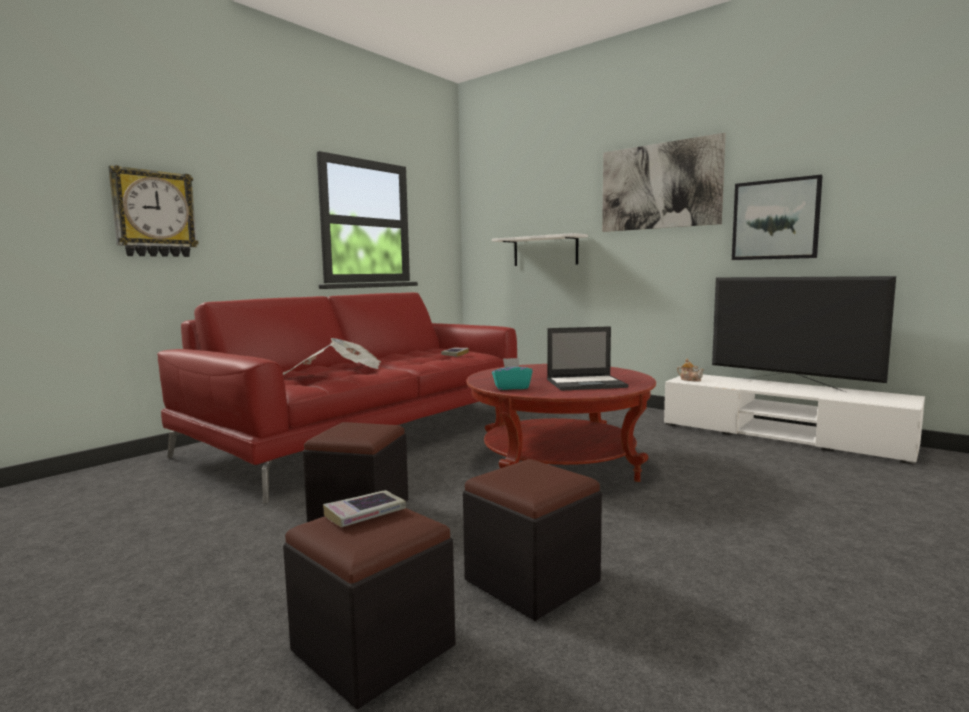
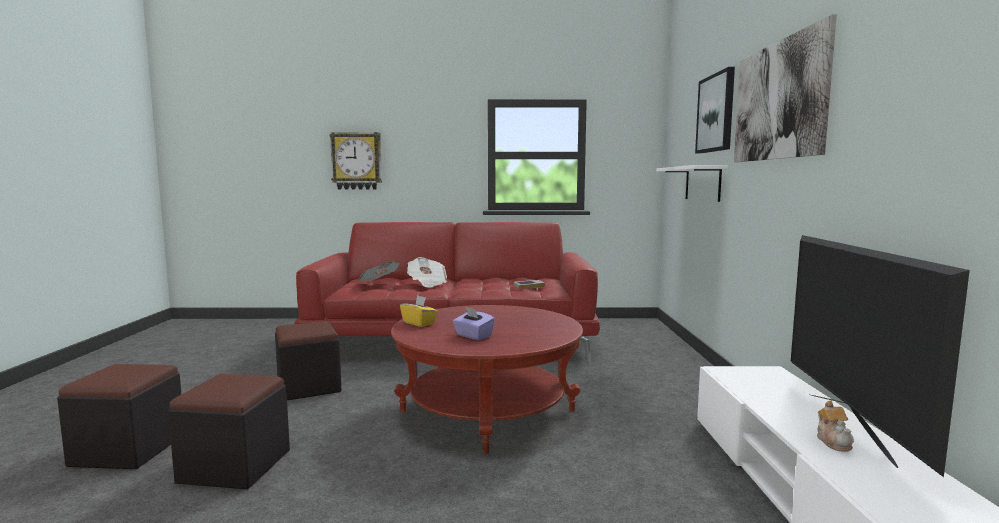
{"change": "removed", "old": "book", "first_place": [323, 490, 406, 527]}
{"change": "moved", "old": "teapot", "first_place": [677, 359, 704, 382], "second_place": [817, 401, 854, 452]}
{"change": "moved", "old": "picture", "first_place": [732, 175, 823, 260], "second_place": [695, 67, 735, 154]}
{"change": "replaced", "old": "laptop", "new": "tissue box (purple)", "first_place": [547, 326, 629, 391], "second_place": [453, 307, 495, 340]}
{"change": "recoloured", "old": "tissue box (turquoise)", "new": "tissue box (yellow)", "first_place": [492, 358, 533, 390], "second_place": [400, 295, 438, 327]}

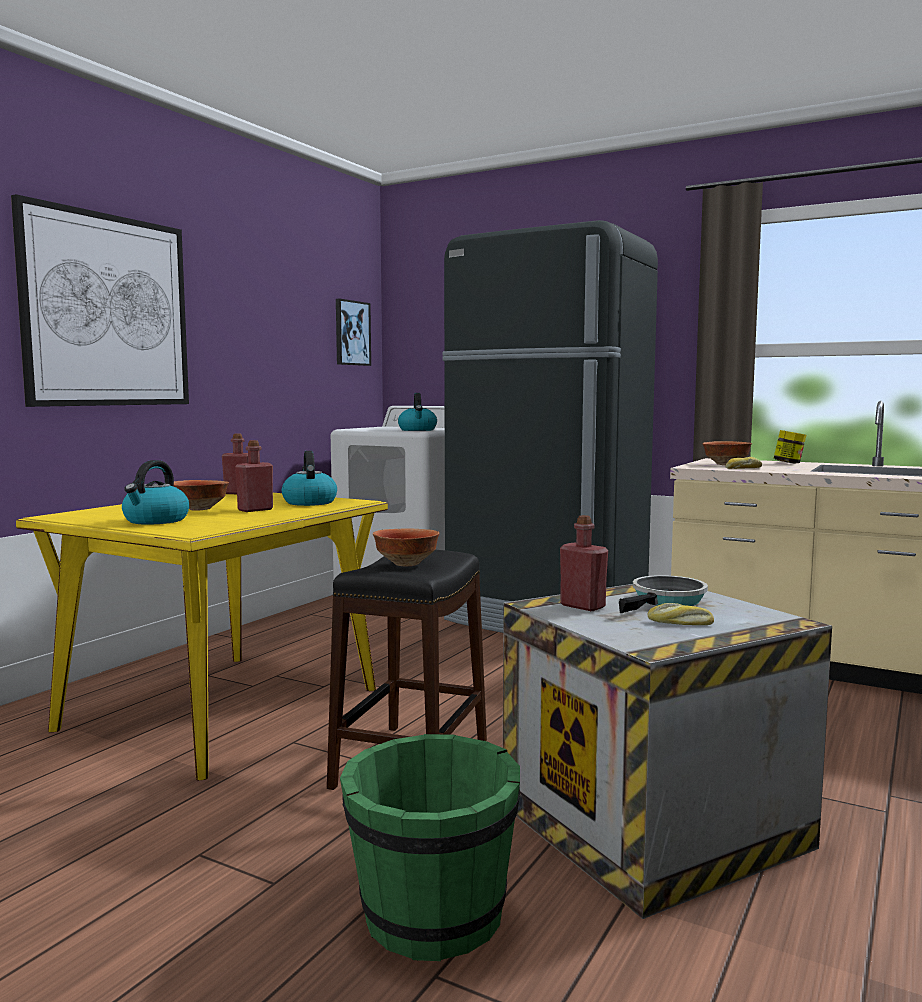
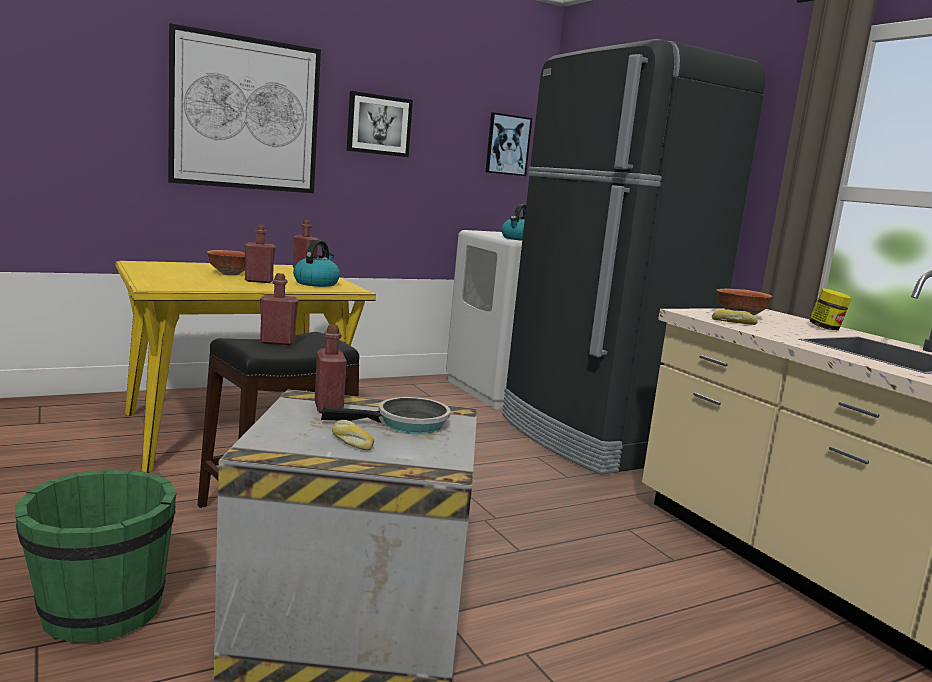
{"change": "removed", "old": "kettle", "first_place": [122, 460, 189, 525]}
{"change": "added", "new": "picture", "second_place": [347, 91, 413, 157]}
{"change": "replaced", "old": "bowl", "new": "bottle (red)", "first_place": [373, 528, 440, 566], "second_place": [260, 273, 299, 345]}

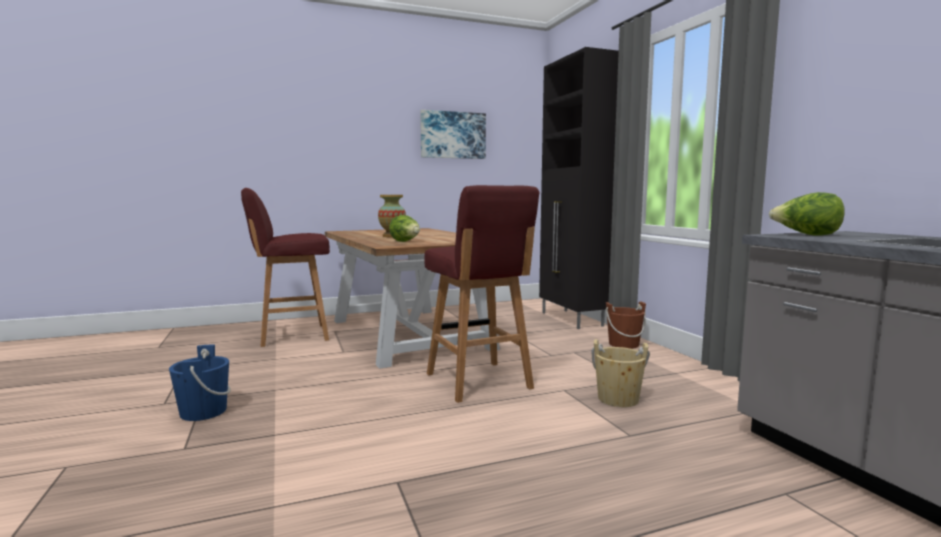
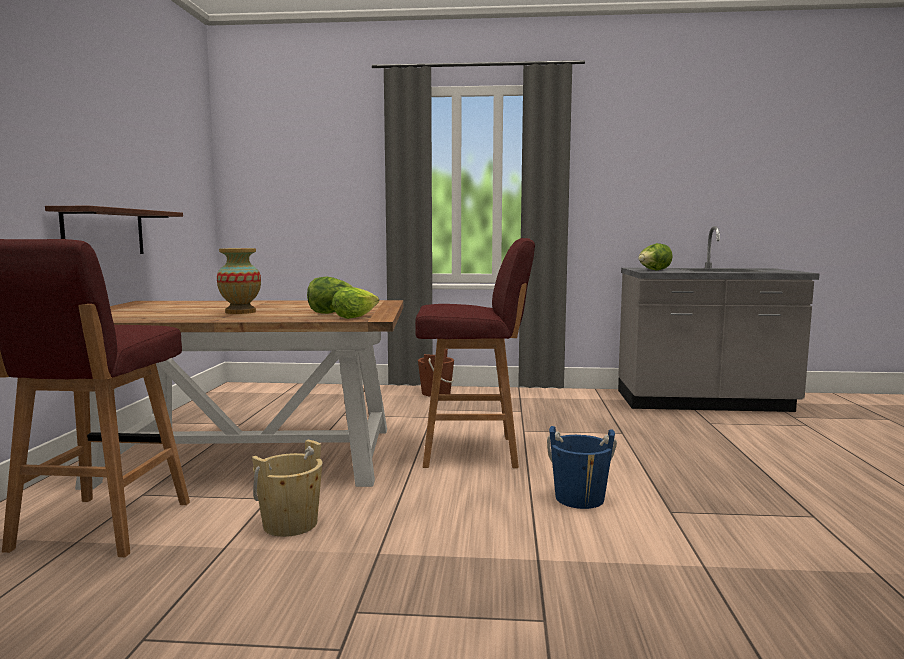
{"change": "removed", "old": "picture", "first_place": [420, 110, 486, 159]}
{"change": "removed", "old": "cabinet (black)", "first_place": [539, 47, 619, 329]}
{"change": "added", "new": "shelf", "second_place": [45, 206, 183, 254]}
{"change": "added", "new": "lettuce", "second_place": [332, 287, 379, 319]}
{"change": "moved", "old": "bucket (blue)", "first_place": [169, 345, 231, 421], "second_place": [547, 426, 617, 509]}
{"change": "moved", "old": "bucket (beige)", "first_place": [592, 339, 650, 407], "second_place": [252, 440, 322, 537]}

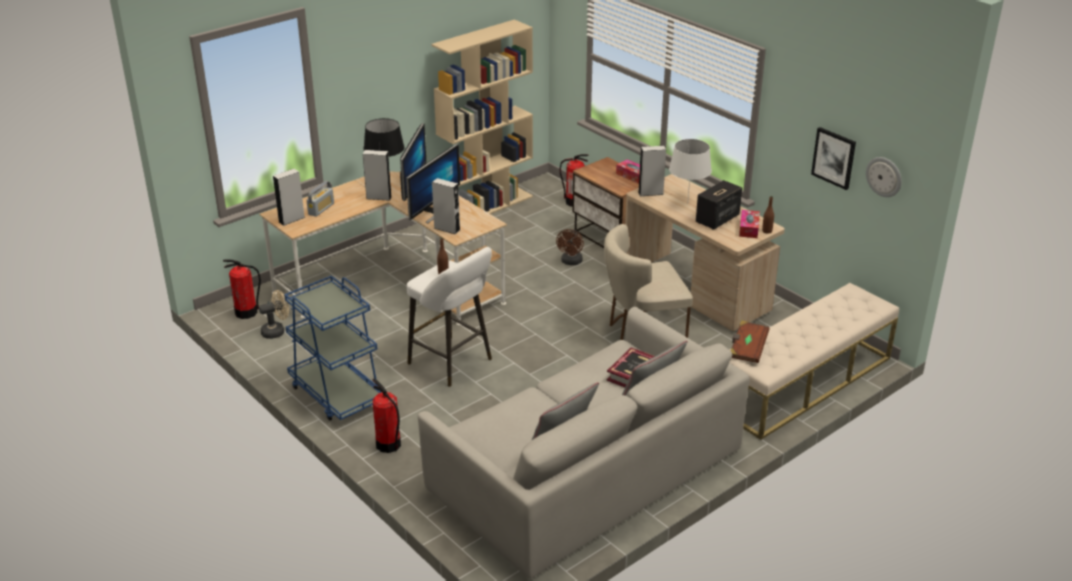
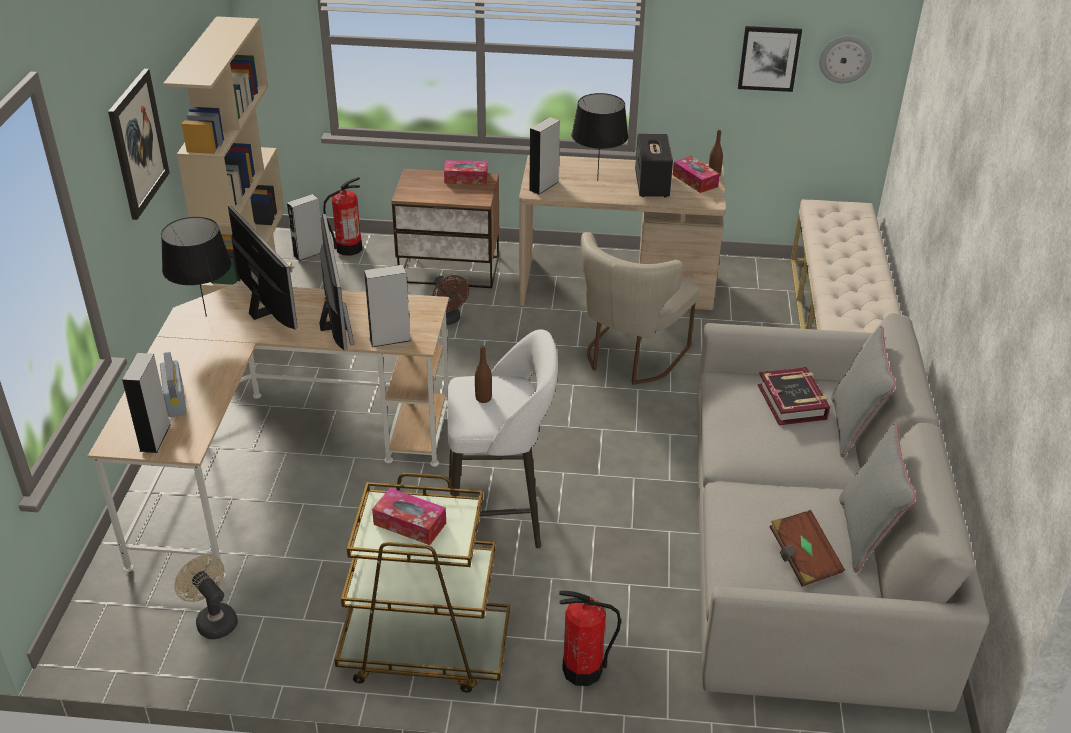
{"change": "removed", "old": "fire extinguisher", "first_place": [223, 259, 261, 319]}
{"change": "added", "new": "picture", "second_place": [108, 69, 170, 220]}
{"change": "added", "new": "tissue box", "second_place": [372, 488, 446, 545]}
{"change": "moved", "old": "speaker (grey)", "first_place": [363, 150, 392, 201], "second_place": [287, 194, 323, 261]}
{"change": "moved", "old": "book (brown)", "first_place": [731, 320, 770, 363], "second_place": [769, 510, 845, 587]}
{"change": "recoloured", "old": "cart (blue)", "new": "cart (brown)", "first_place": [284, 276, 381, 421], "second_place": [334, 473, 510, 693]}
{"change": "recoloured", "old": "table lamp (white)", "new": "table lamp (black)", "first_place": [669, 139, 712, 204], "second_place": [572, 93, 628, 181]}
{"change": "turned", "old": "fan (beige)", "first_place": [259, 290, 289, 339], "second_place": [174, 555, 238, 639], "degrees": -60}

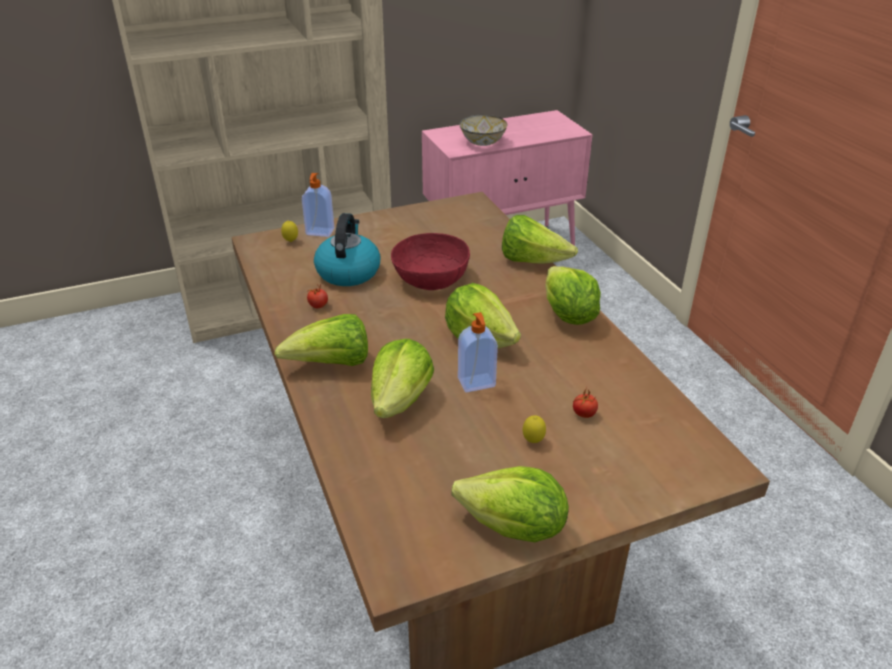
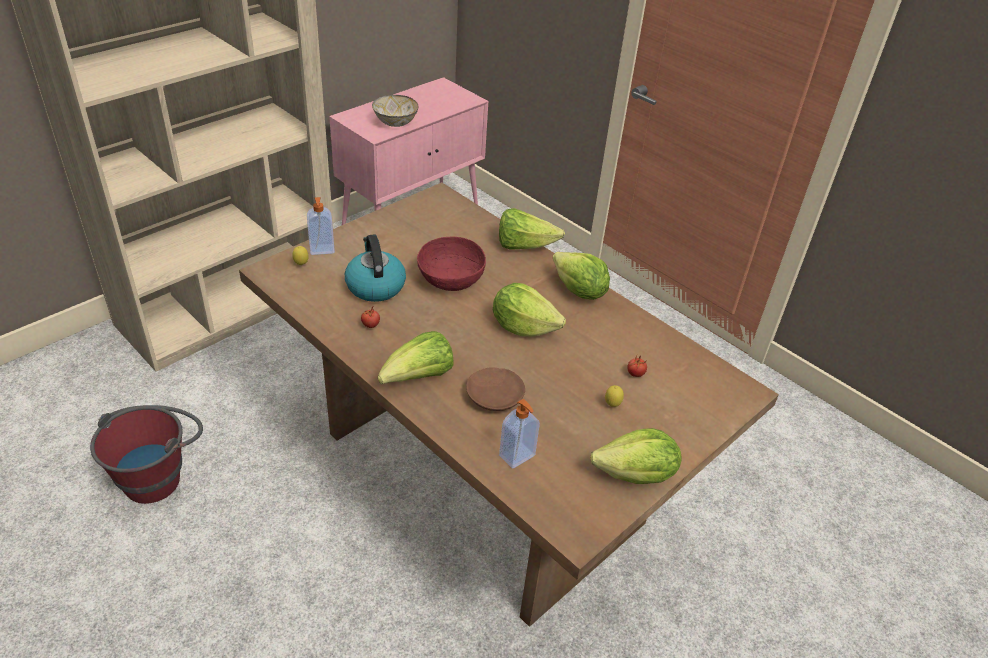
{"change": "added", "new": "bucket (red)", "second_place": [90, 405, 203, 504]}
{"change": "moved", "old": "soap dispenser", "first_place": [458, 312, 498, 392], "second_place": [499, 399, 540, 469]}
{"change": "replaced", "old": "lettuce", "new": "plate (brown)", "first_place": [371, 339, 434, 418], "second_place": [466, 367, 525, 411]}

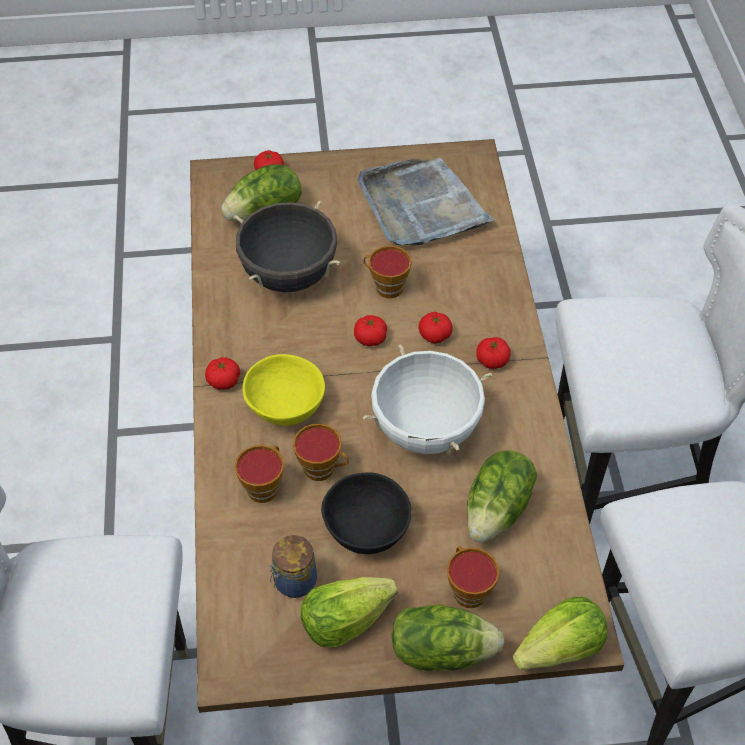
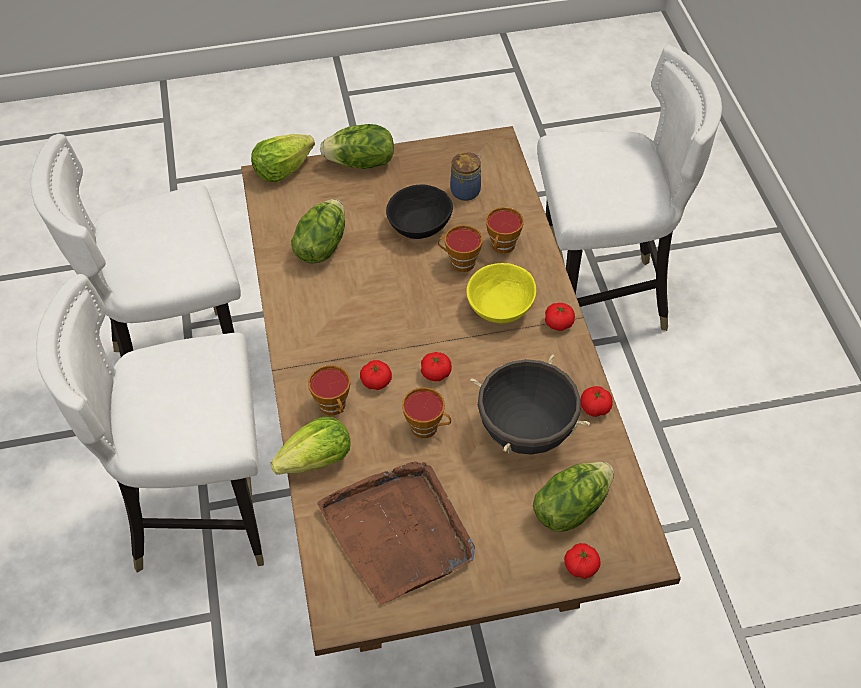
{"change": "removed", "old": "cooking pot (white)", "first_place": [363, 345, 492, 454]}
{"change": "moved", "old": "lettuce", "first_place": [301, 577, 398, 647], "second_place": [271, 417, 351, 475]}
{"change": "moved", "old": "cup", "first_place": [447, 546, 499, 608], "second_place": [308, 365, 350, 416]}
{"change": "moved", "old": "tomato", "first_place": [476, 337, 510, 369], "second_place": [581, 386, 613, 417]}
{"change": "recoloured", "old": "tray (grey)", "new": "tray (brown)", "first_place": [358, 158, 495, 246], "second_place": [317, 461, 475, 605]}

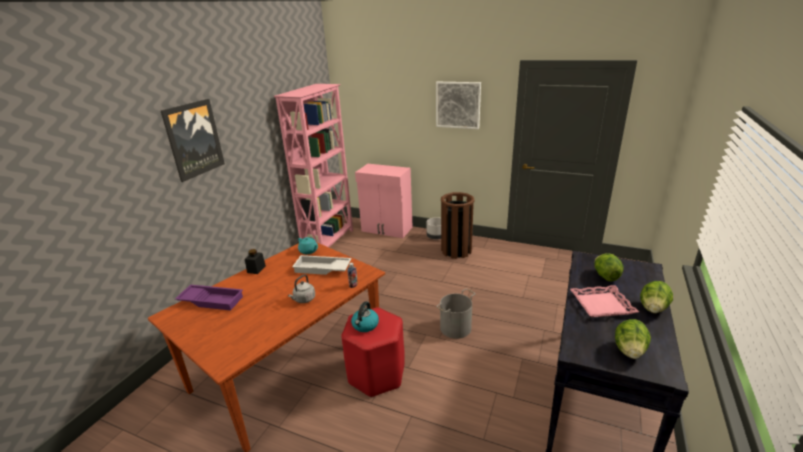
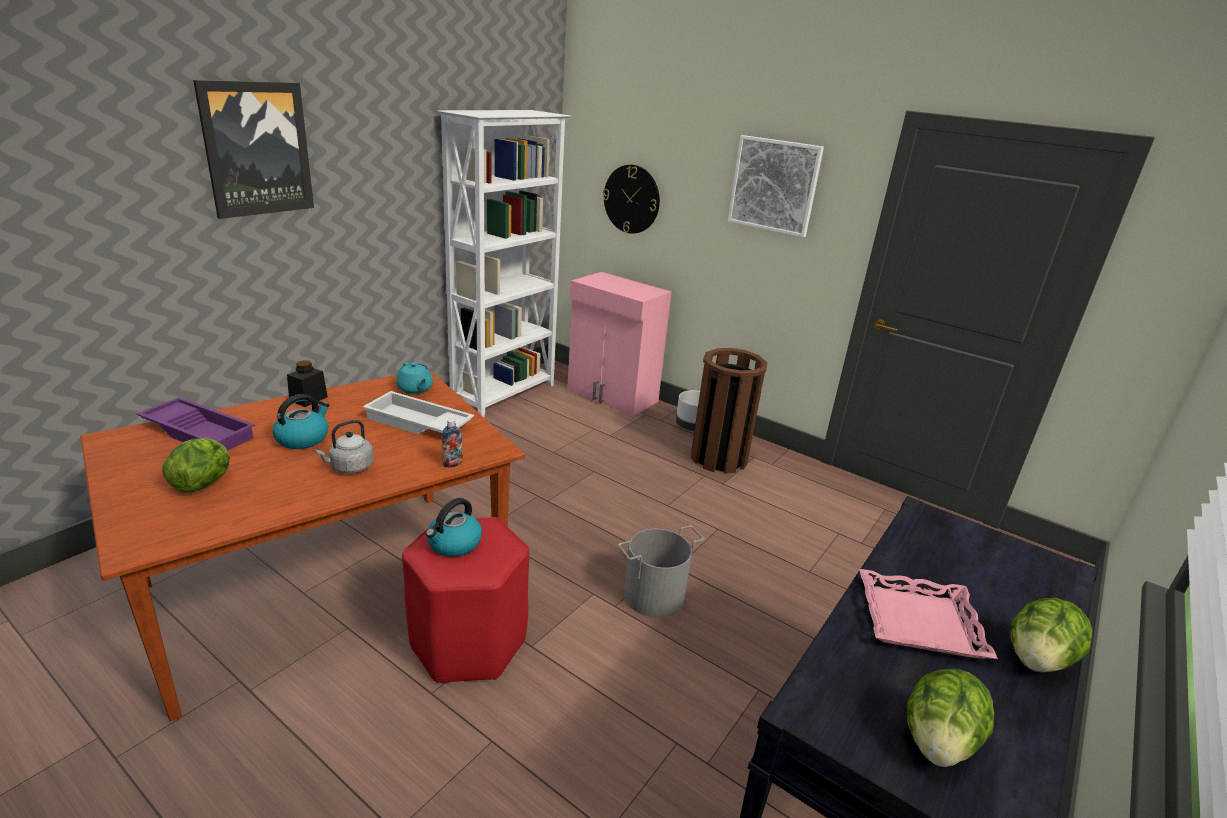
{"change": "added", "new": "kettle", "second_place": [272, 394, 330, 449]}
{"change": "added", "new": "wall clock", "second_place": [603, 165, 660, 234]}
{"change": "moved", "old": "lettuce", "first_place": [594, 253, 624, 282], "second_place": [162, 438, 230, 493]}
{"change": "recoloured", "old": "bookcase (pink)", "new": "bookcase (white)", "first_place": [274, 84, 353, 247], "second_place": [437, 110, 571, 417]}

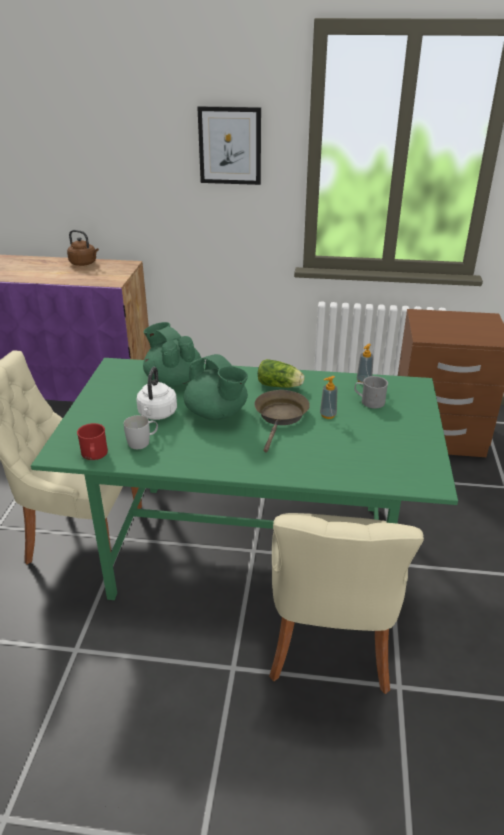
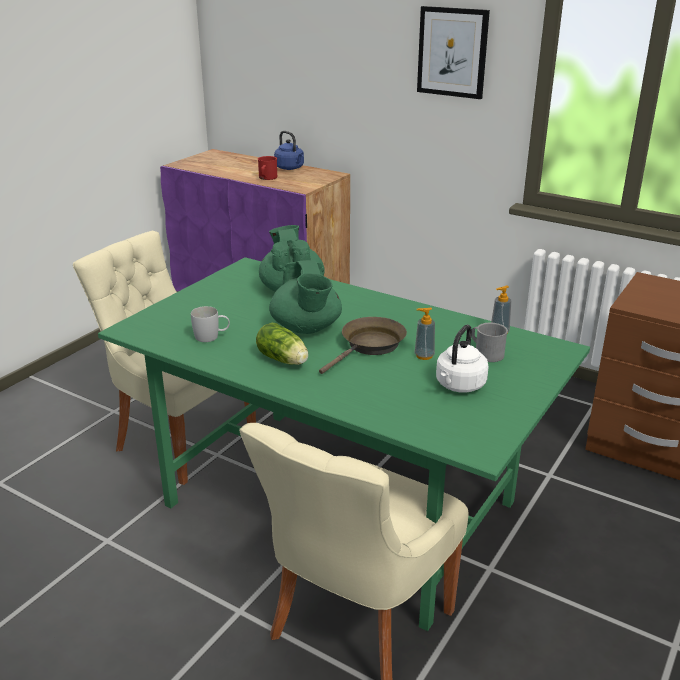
{"change": "moved", "old": "mug (red)", "first_place": [77, 423, 108, 460], "second_place": [258, 156, 277, 180]}
{"change": "moved", "old": "kettle (white)", "first_place": [136, 367, 177, 420], "second_place": [436, 325, 489, 393]}
{"change": "moved", "old": "lettuce", "first_place": [258, 359, 304, 388], "second_place": [256, 323, 308, 365]}
{"change": "recoloured", "old": "kettle (brown)", "new": "kettle (blue)", "first_place": [67, 230, 99, 266], "second_place": [274, 131, 304, 170]}

